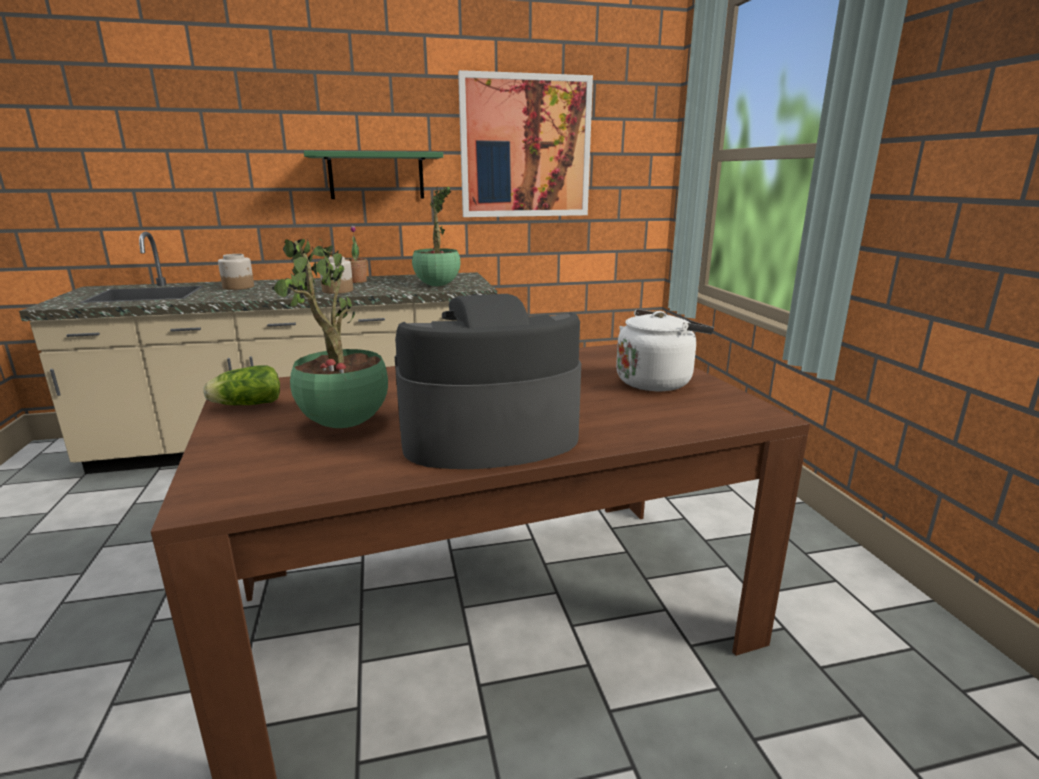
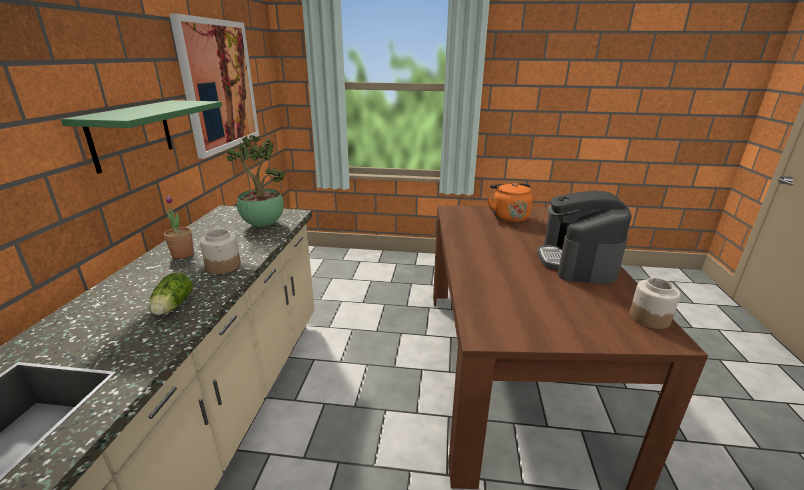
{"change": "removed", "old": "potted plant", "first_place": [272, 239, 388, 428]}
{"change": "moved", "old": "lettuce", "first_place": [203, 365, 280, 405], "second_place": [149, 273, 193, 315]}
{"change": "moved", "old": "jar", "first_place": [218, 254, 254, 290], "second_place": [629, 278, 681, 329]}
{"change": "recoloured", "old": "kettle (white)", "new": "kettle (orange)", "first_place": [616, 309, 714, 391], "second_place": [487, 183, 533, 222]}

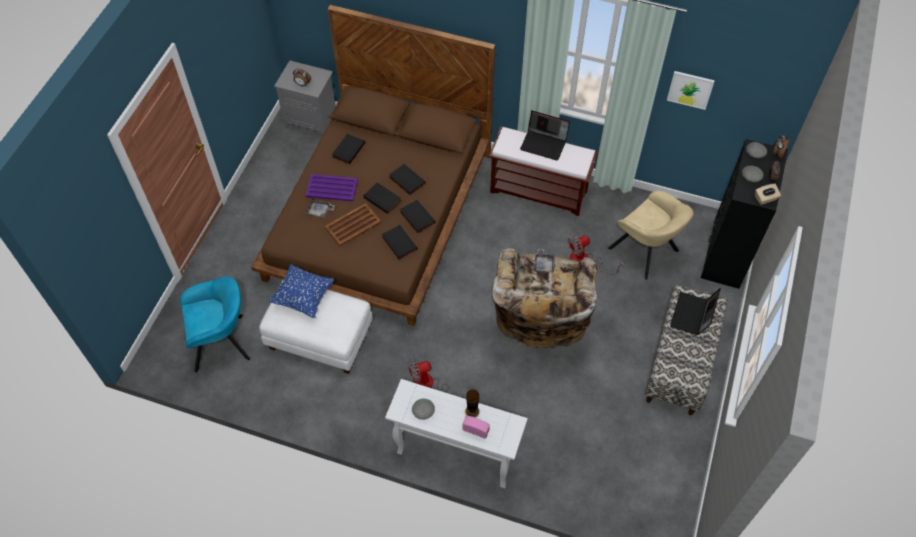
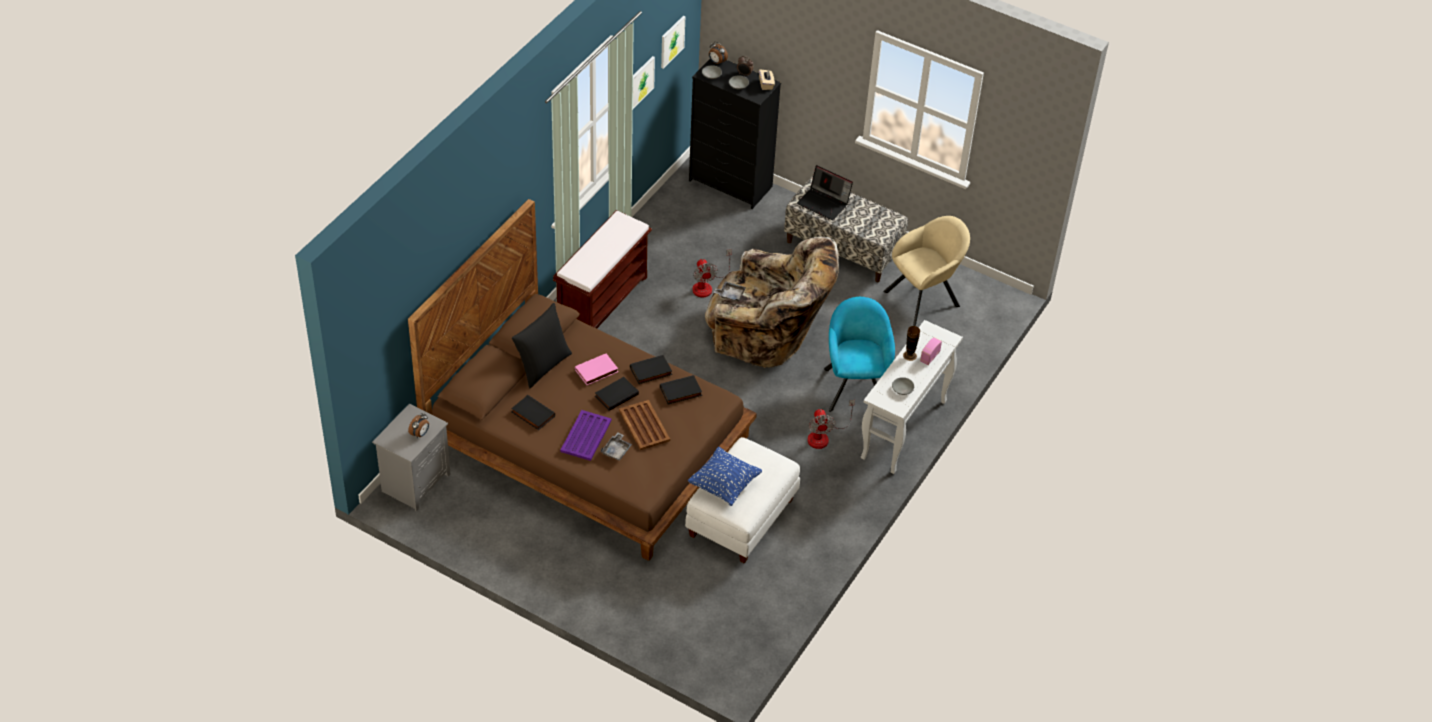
{"change": "removed", "old": "laptop", "first_place": [520, 111, 570, 160]}
{"change": "added", "new": "pillow (black)", "second_place": [512, 303, 572, 388]}
{"change": "added", "new": "picture", "second_place": [661, 16, 685, 69]}
{"change": "moved", "old": "armchair (turquoise)", "first_place": [180, 277, 250, 372], "second_place": [824, 297, 895, 412]}
{"change": "moved", "old": "armchair (beige)", "first_place": [608, 191, 694, 280], "second_place": [883, 216, 970, 326]}
{"change": "recoloured", "old": "book (black)", "new": "book (pink)", "first_place": [389, 164, 426, 195], "second_place": [575, 353, 618, 385]}

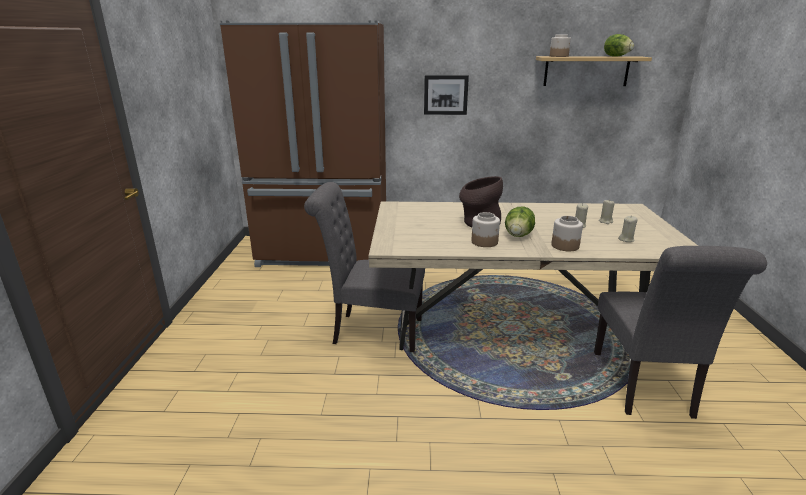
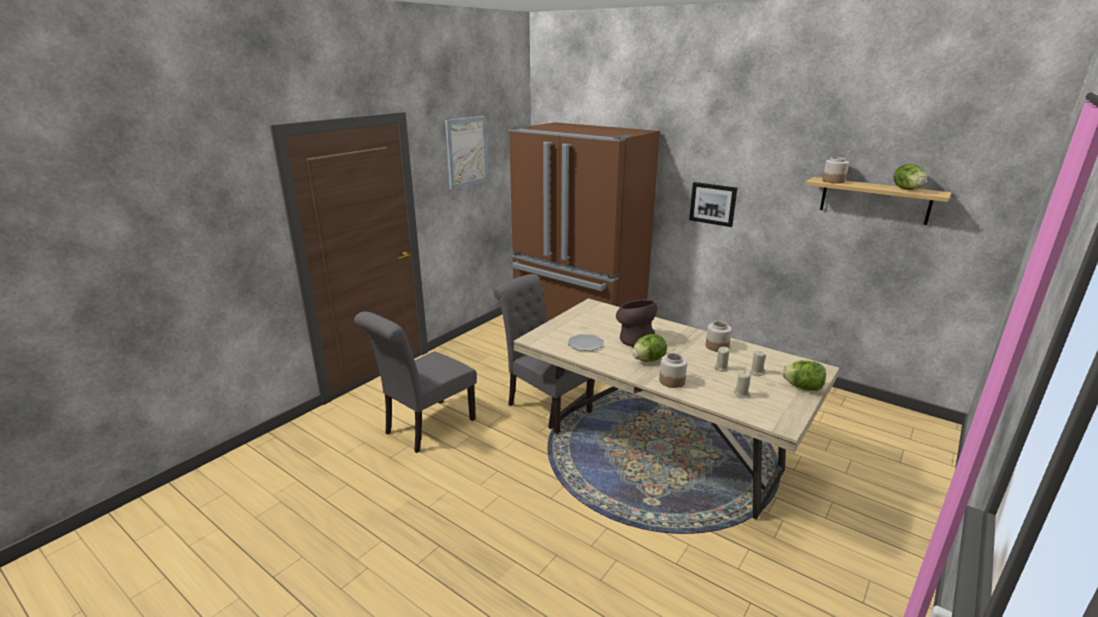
{"change": "added", "new": "picture", "second_place": [445, 116, 488, 189]}
{"change": "added", "new": "plate", "second_place": [568, 334, 604, 351]}
{"change": "added", "new": "lettuce", "second_place": [782, 360, 826, 391]}
{"change": "moved", "old": "jar", "first_place": [471, 212, 500, 247], "second_place": [706, 321, 732, 352]}
{"change": "moved", "old": "chair (grey)", "first_place": [594, 246, 767, 419], "second_place": [354, 312, 477, 453]}

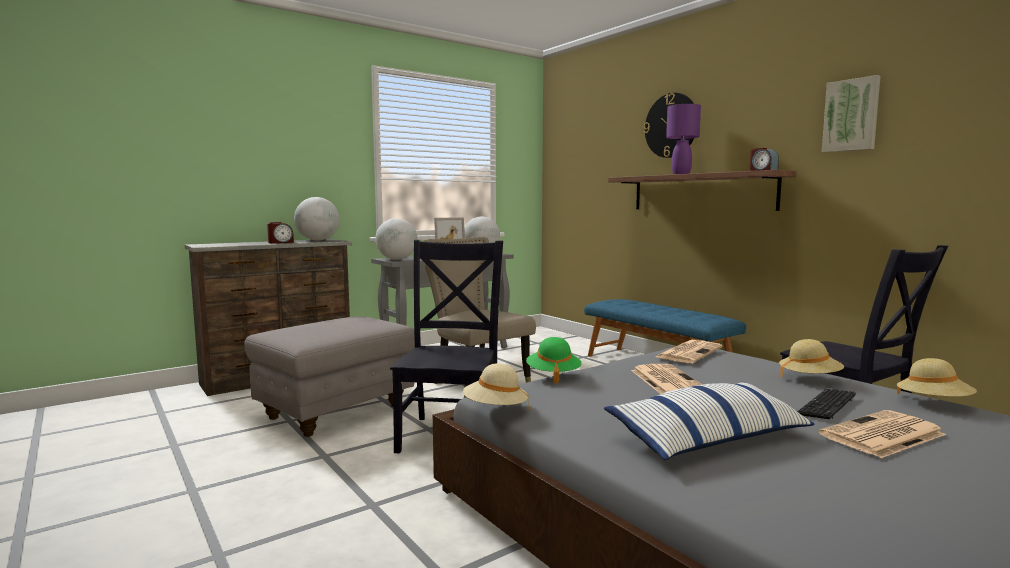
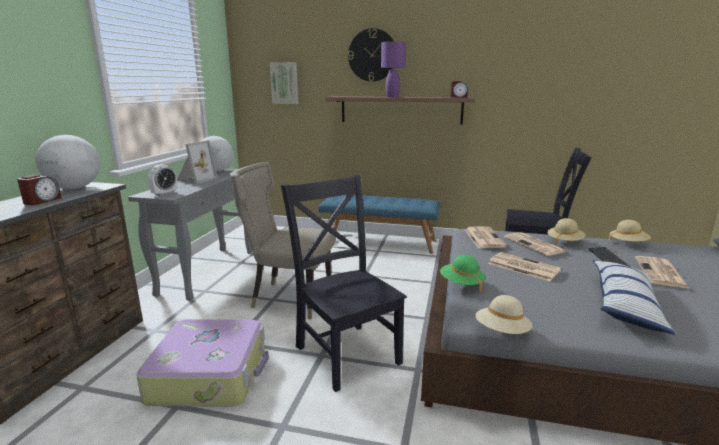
{"change": "added", "new": "newspaper", "second_place": [504, 232, 567, 256]}
{"change": "moved", "old": "picture", "first_place": [822, 75, 881, 153], "second_place": [270, 62, 298, 104]}
{"change": "replaced", "old": "ottoman (grey)", "new": "suitcase", "first_place": [244, 316, 415, 437], "second_place": [136, 319, 269, 407]}
{"change": "replaced", "old": "globe", "new": "alarm clock", "first_place": [375, 218, 418, 260], "second_place": [148, 164, 177, 196]}

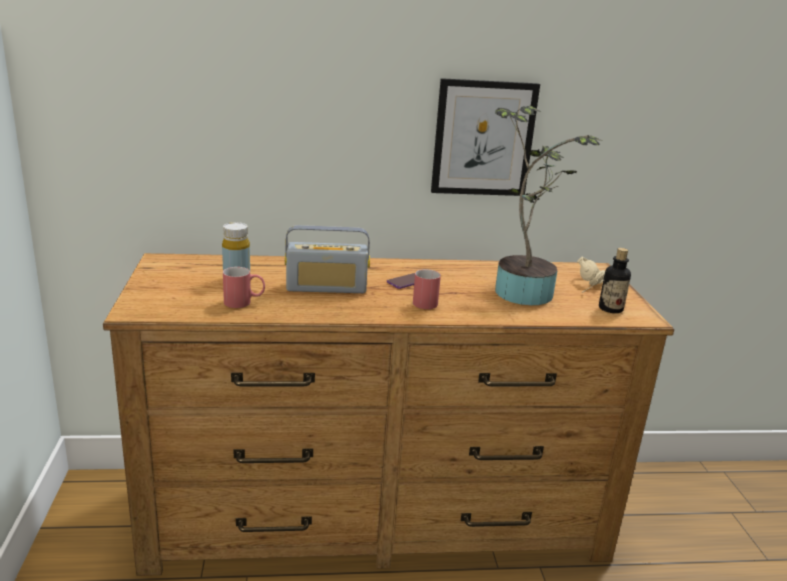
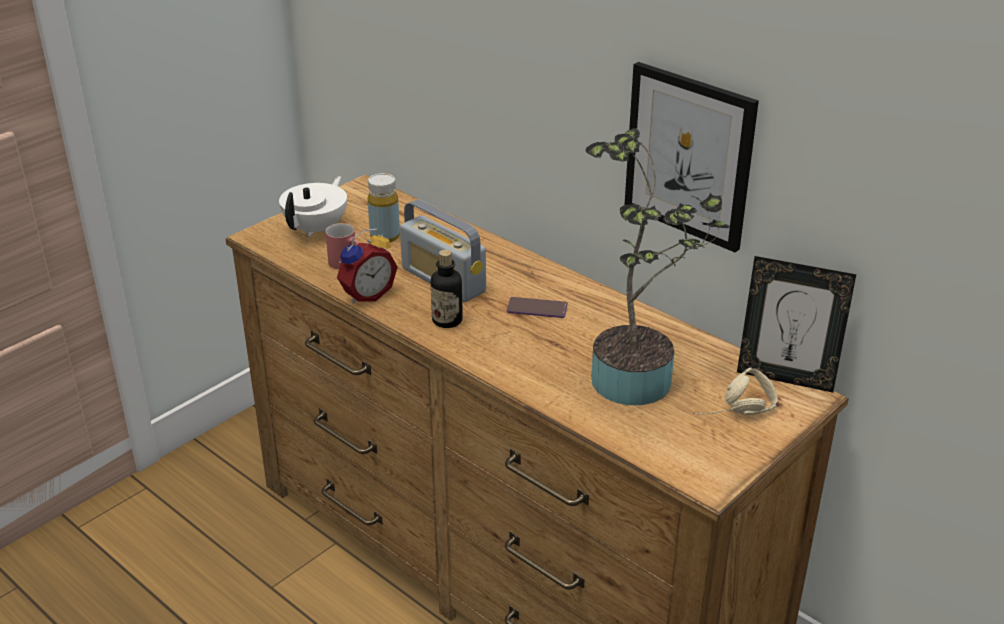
{"change": "removed", "old": "mug (red)", "first_place": [413, 269, 441, 309]}
{"change": "added", "new": "teapot (white)", "second_place": [279, 176, 347, 237]}
{"change": "added", "new": "alarm clock", "second_place": [337, 229, 398, 304]}
{"change": "added", "new": "picture frame", "second_place": [737, 256, 856, 393]}
{"change": "moved", "old": "bottle", "first_place": [599, 248, 631, 313], "second_place": [431, 249, 463, 328]}

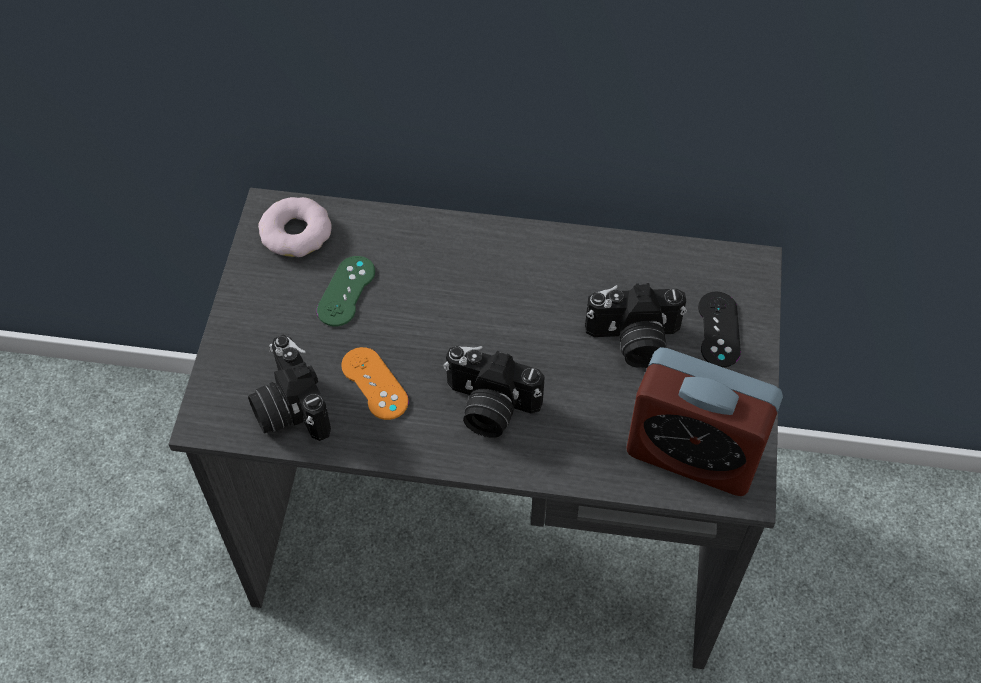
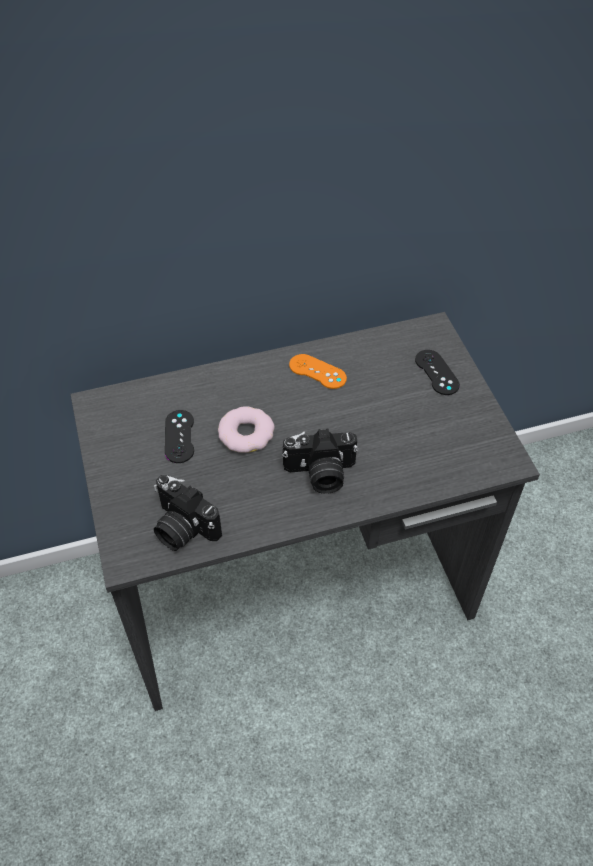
{"change": "removed", "old": "photo camera", "first_place": [585, 283, 687, 368]}
{"change": "removed", "old": "alarm clock", "first_place": [626, 347, 783, 496]}
{"change": "moved", "old": "donut", "first_place": [258, 197, 332, 257], "second_place": [218, 406, 275, 453]}
{"change": "moved", "old": "game controller (orange)", "first_place": [341, 347, 409, 420], "second_place": [289, 354, 347, 389]}
{"change": "recoloured", "old": "game controller (green)", "new": "game controller (black)", "first_place": [317, 256, 375, 326], "second_place": [165, 410, 194, 463]}

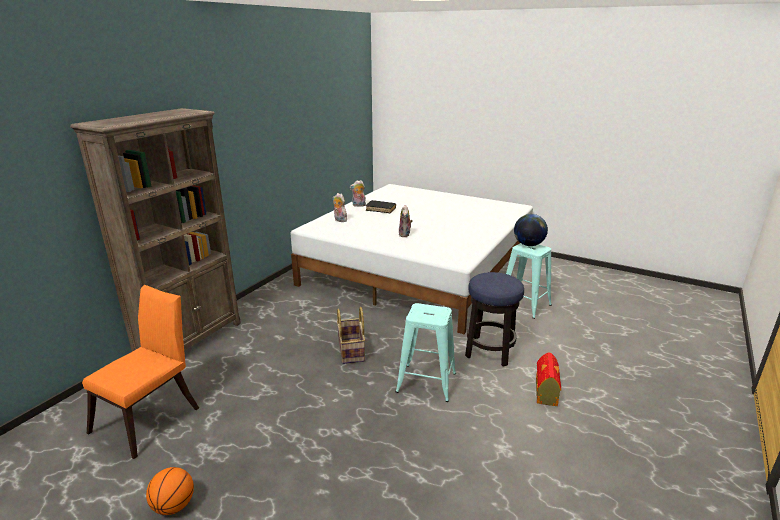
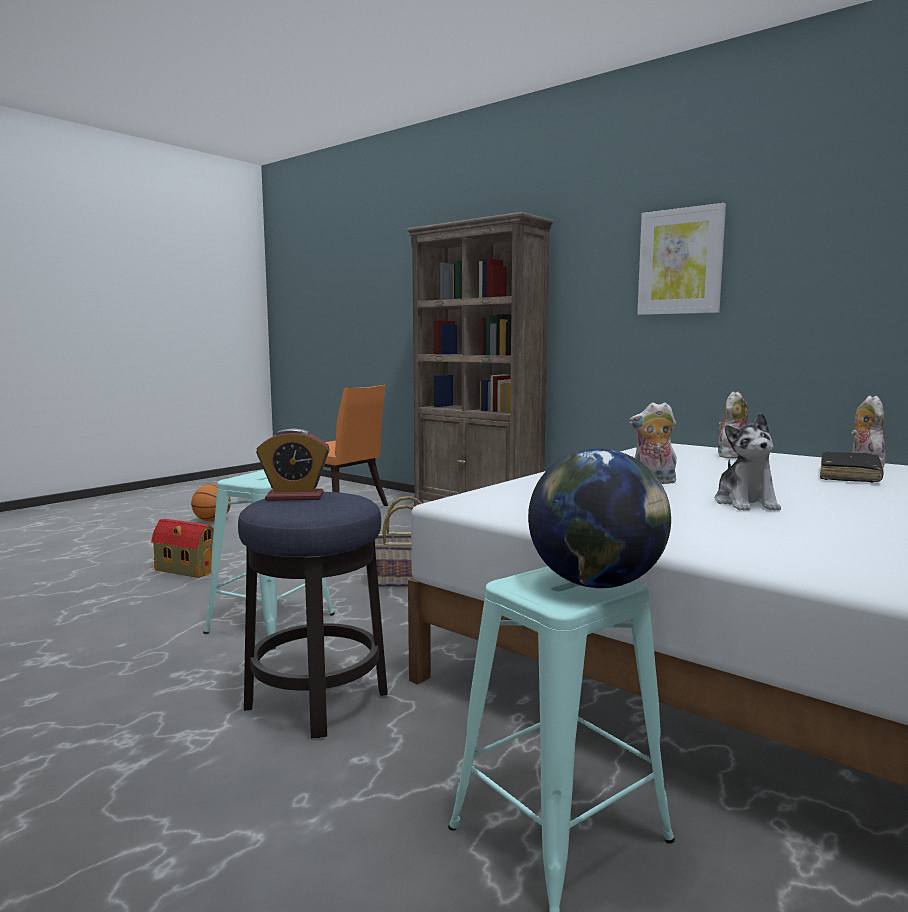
{"change": "added", "new": "alarm clock", "second_place": [256, 428, 330, 501]}
{"change": "added", "new": "picture", "second_place": [637, 203, 726, 315]}
{"change": "added", "new": "plush toy", "second_place": [715, 413, 781, 511]}
{"change": "moved", "old": "toy house", "first_place": [536, 352, 561, 406], "second_place": [151, 519, 214, 578]}

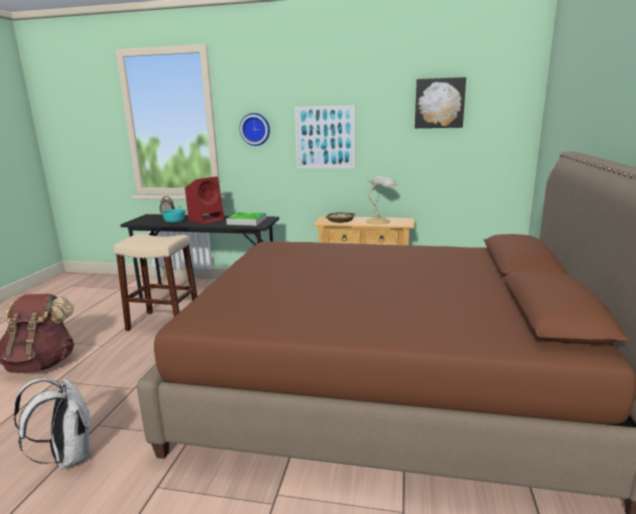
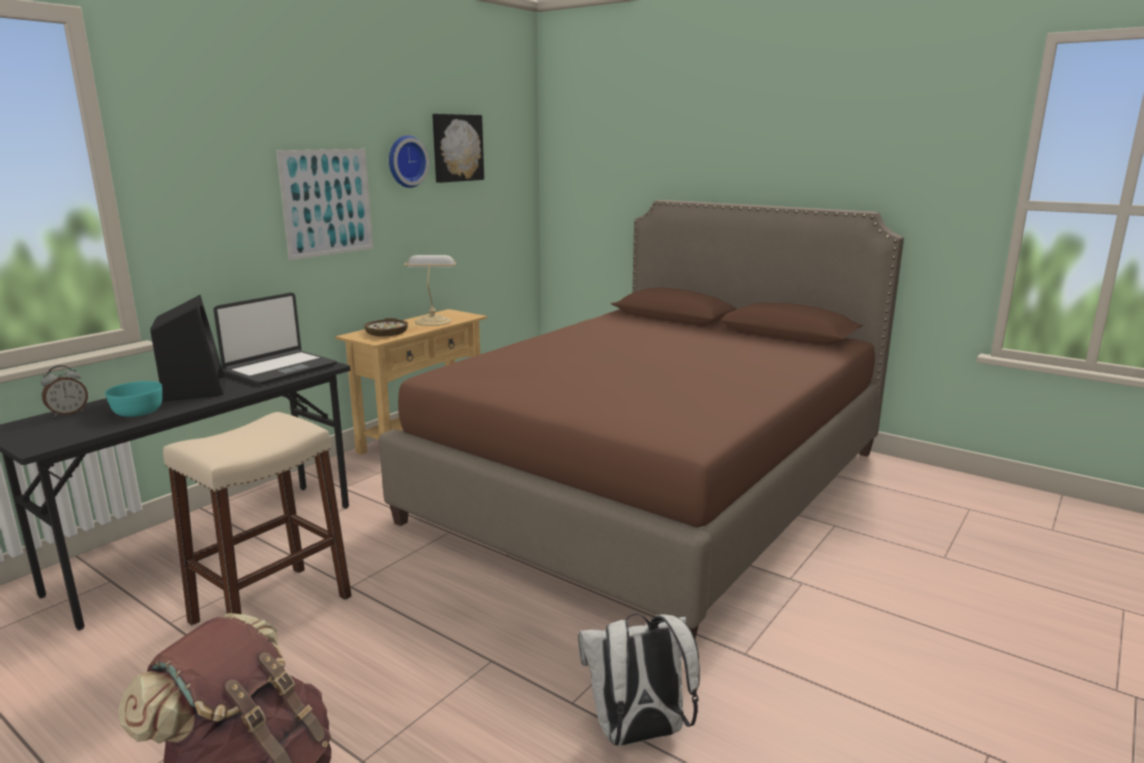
{"change": "moved", "old": "wall clock", "first_place": [240, 113, 270, 146], "second_place": [389, 135, 429, 188]}
{"change": "replaced", "old": "tray", "new": "laptop", "first_place": [226, 212, 266, 226], "second_place": [213, 293, 337, 385]}
{"change": "recoloured", "old": "speaker (red)", "new": "speaker (black)", "first_place": [185, 177, 225, 224], "second_place": [150, 295, 225, 402]}

